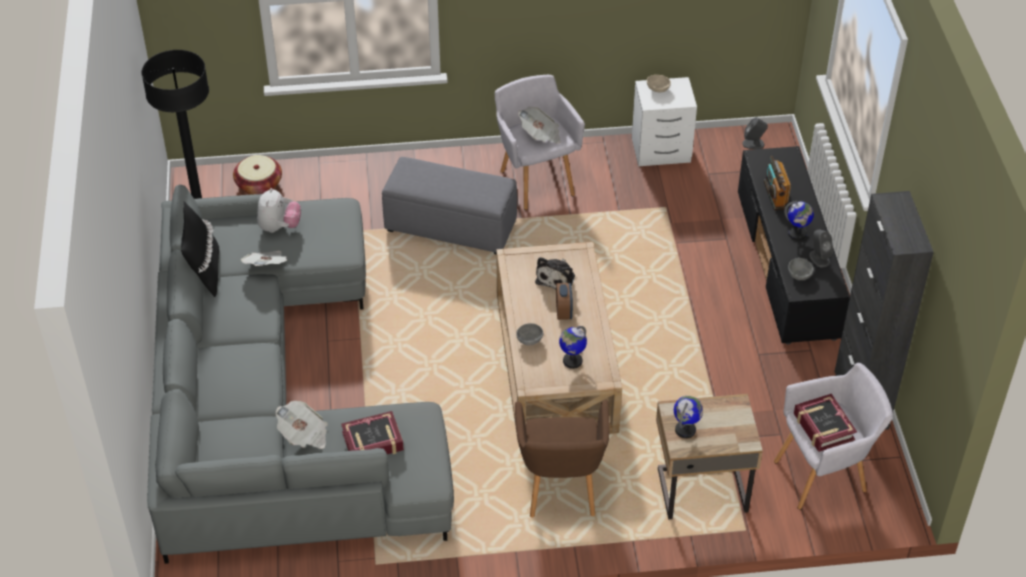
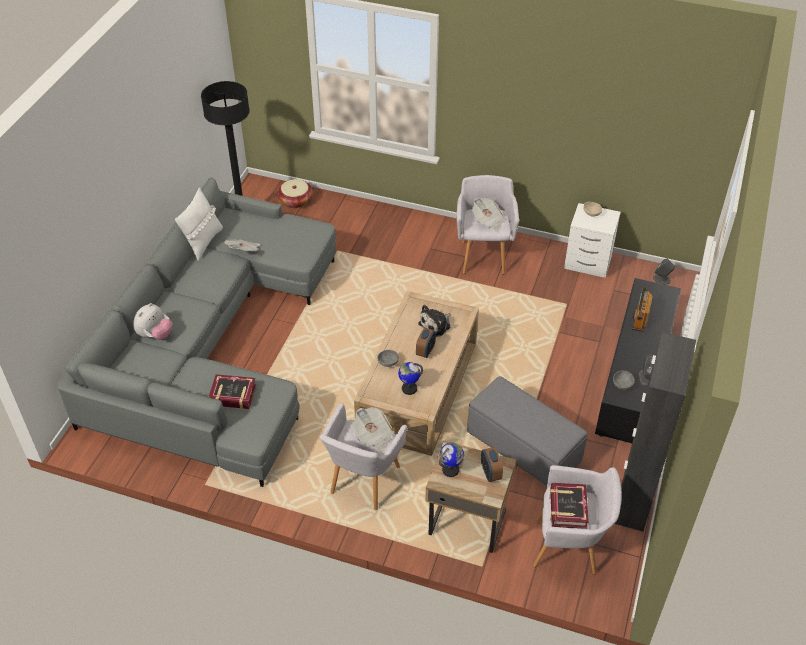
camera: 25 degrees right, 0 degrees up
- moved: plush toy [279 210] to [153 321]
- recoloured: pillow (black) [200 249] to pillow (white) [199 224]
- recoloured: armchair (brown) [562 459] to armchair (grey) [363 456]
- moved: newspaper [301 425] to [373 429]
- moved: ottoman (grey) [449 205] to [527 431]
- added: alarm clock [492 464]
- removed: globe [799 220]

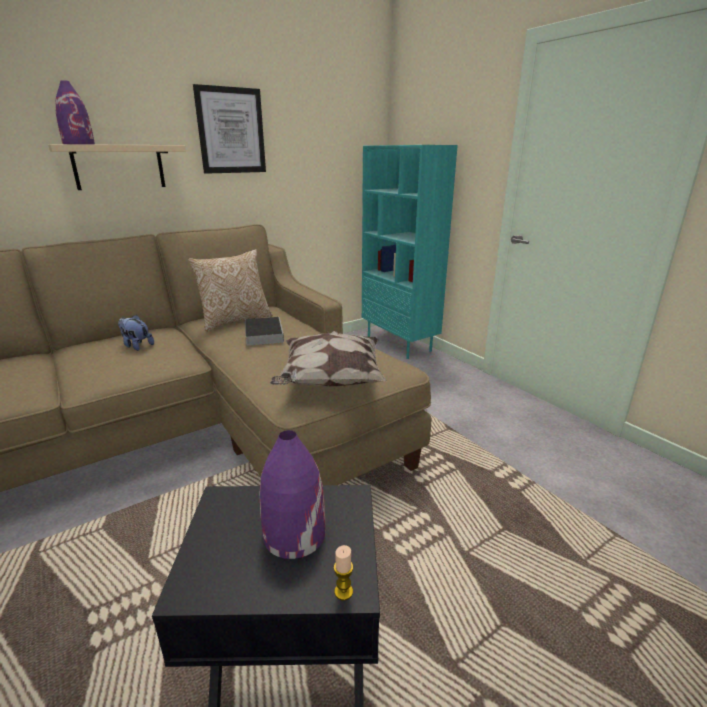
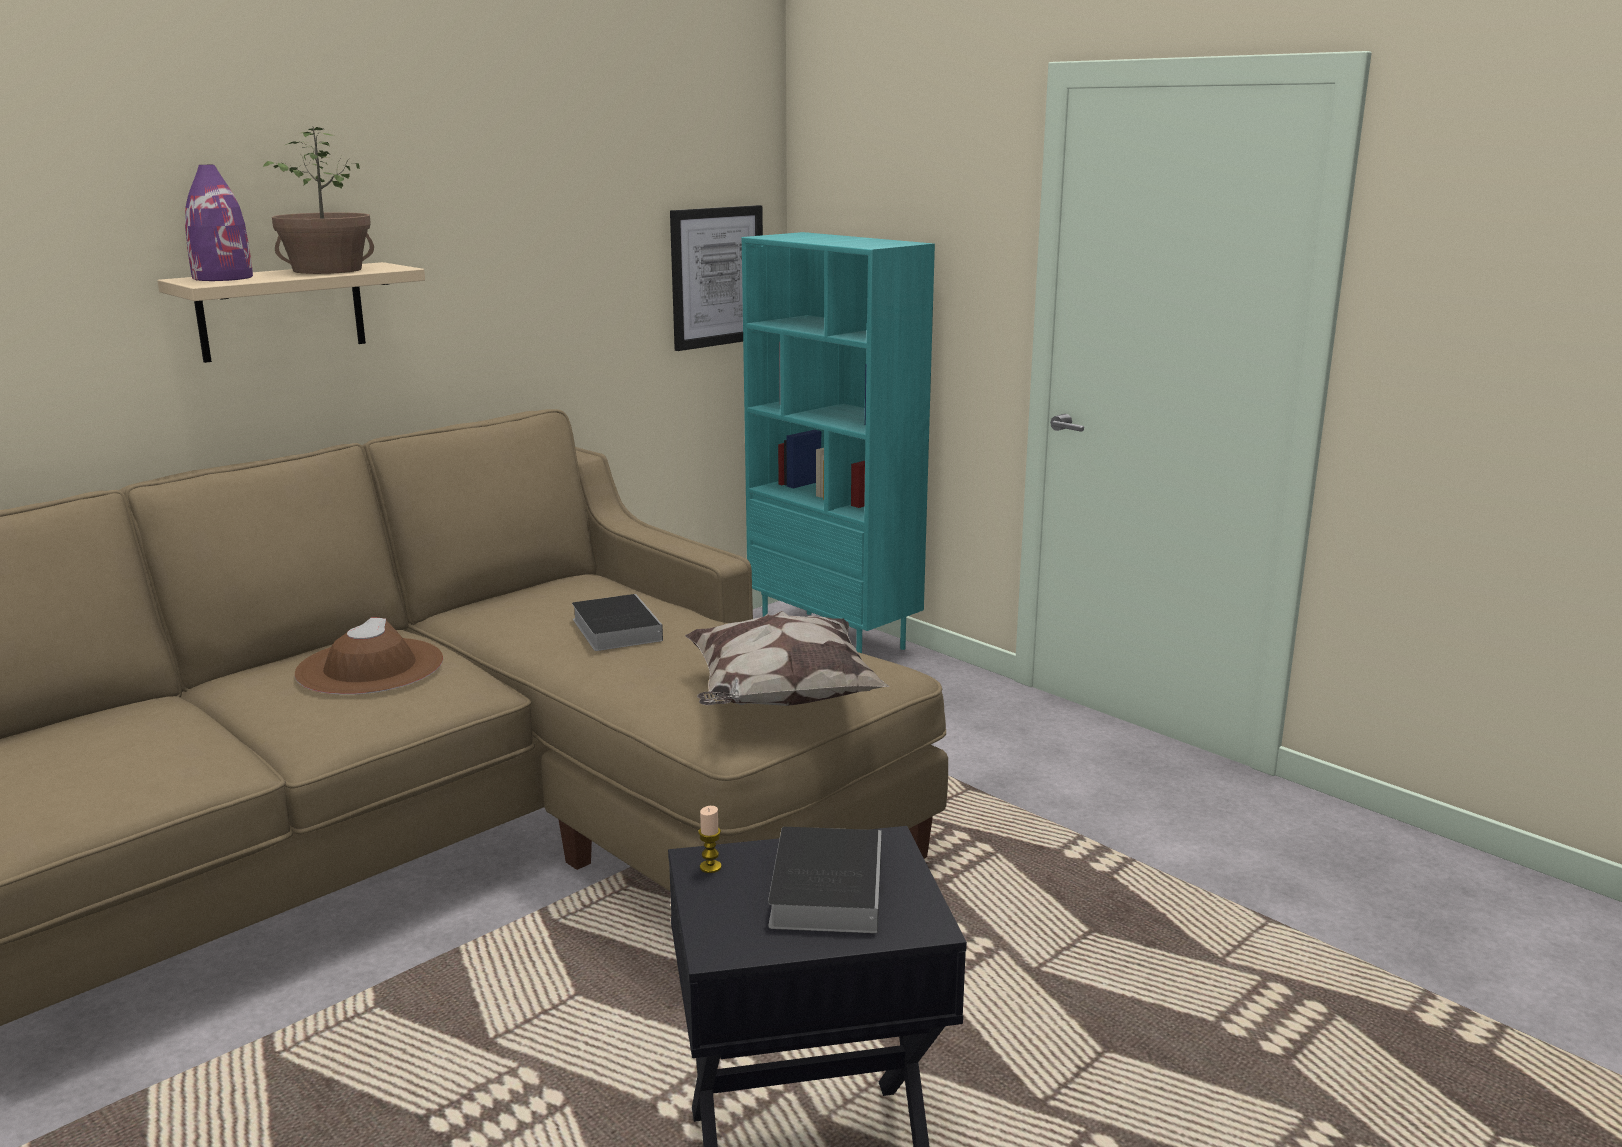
camera: 10 degrees left, 5 degrees down
- added: potted plant [318 200]
- replaced: plush toy [136 333] to hat (brown) [369 656]
- moved: picture [229 129] to [716 278]
- moved: candle [343 572] to [710 839]
- replaced: vase (purple) [292 494] to book [825 880]
- removed: pillow [230 290]

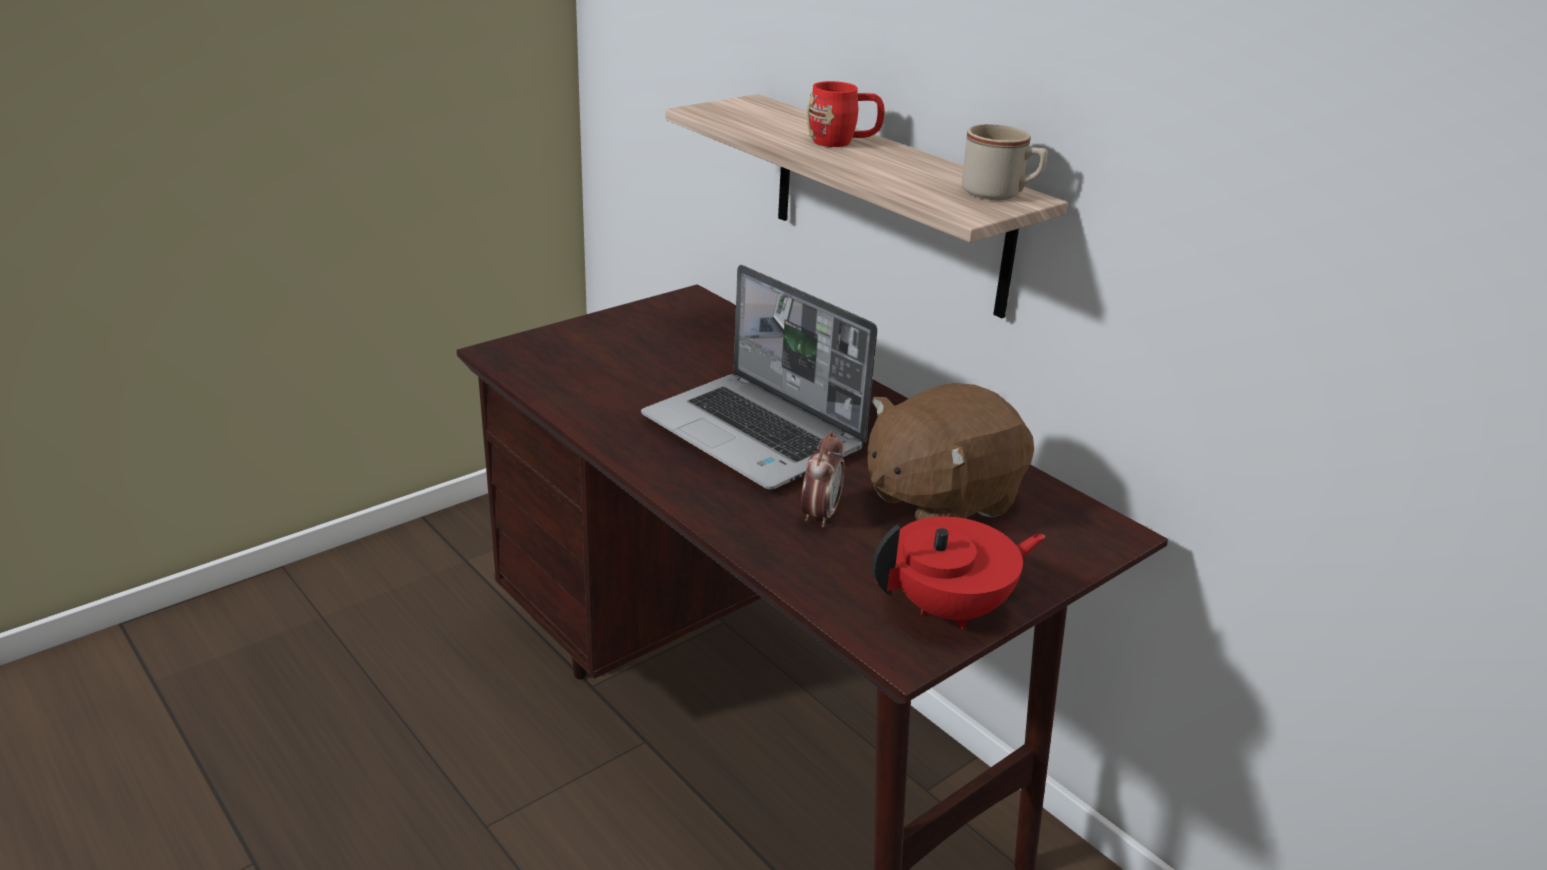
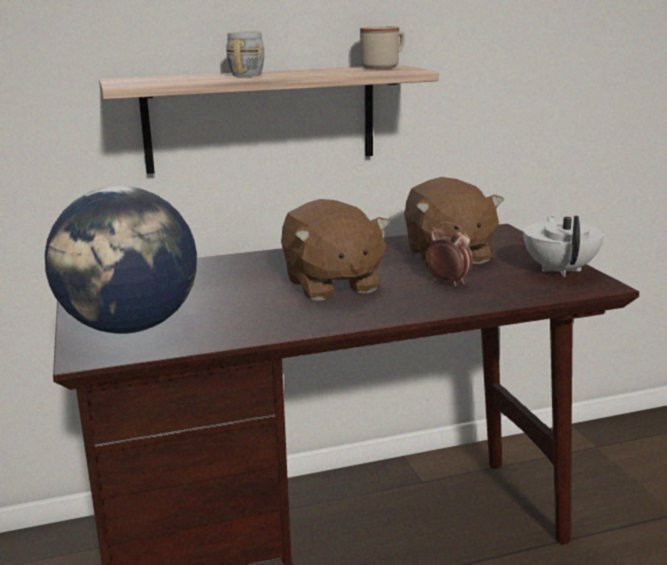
camera: 65 degrees left, 10 degrees down
- added: globe [121 260]
- recoloured: mug (red) [846 114] to mug (grey) [245 54]
- replaced: laptop [759 377] to plush toy (brown) [335 250]
- recoloured: teapot (red) [958 573] to teapot (white) [563 246]

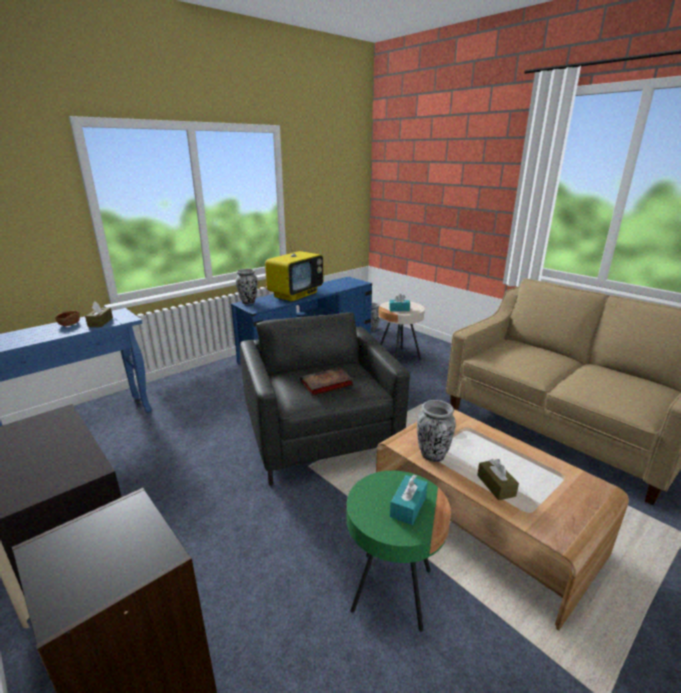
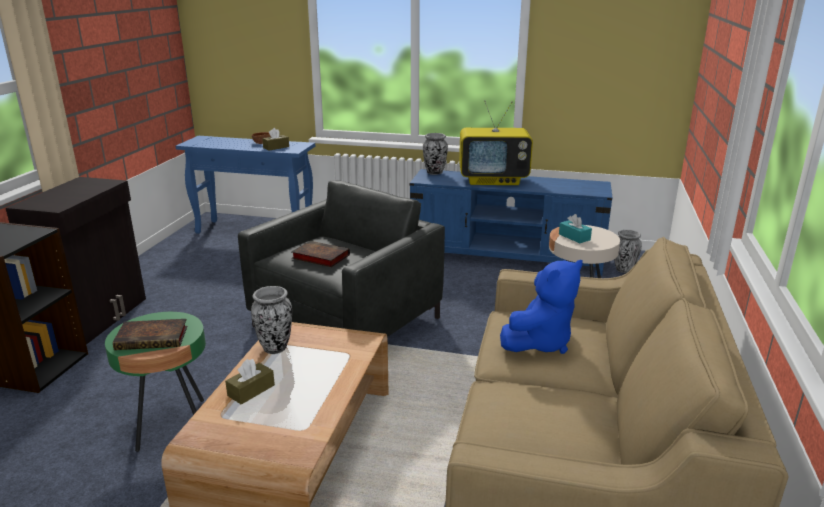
camera: 55 degrees right, 0 degrees up
- replaced: tissue box (turquoise) [409 499] to book [150 334]
- added: plush toy (blue) [541 307]

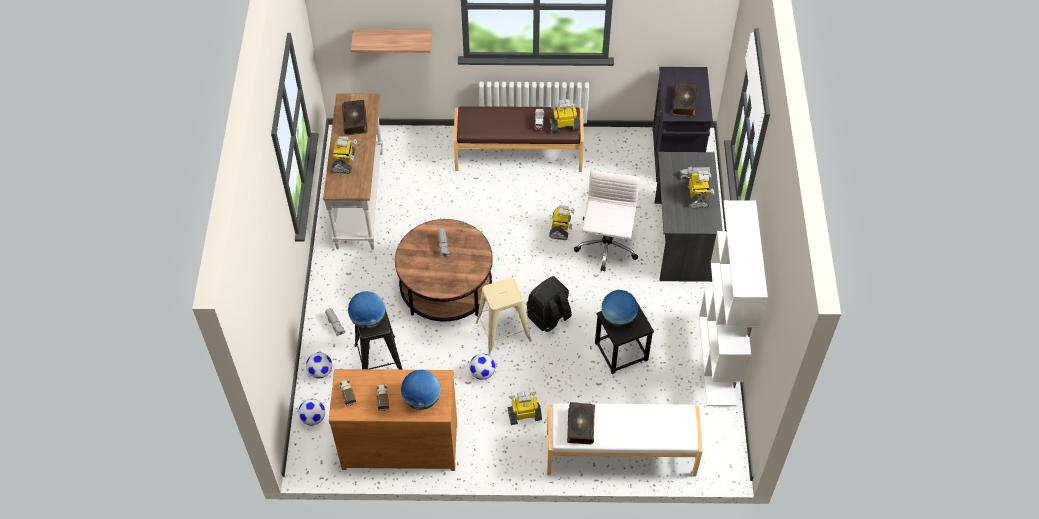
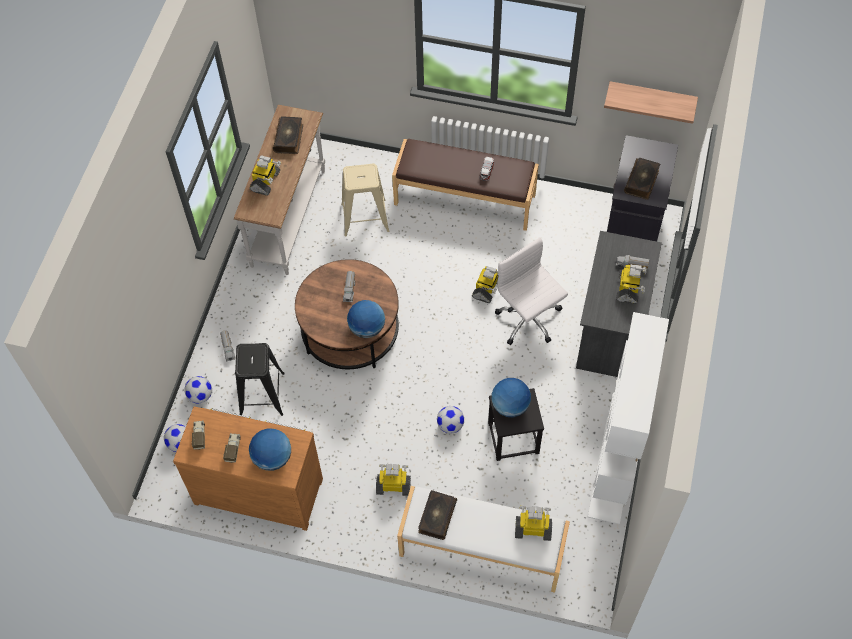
camera: 15 degrees right, 5 degrees up
- moved: stool (beige) [503 316] to [365 200]
- moved: globe [366 309] to [366 319]
- moved: football [482 367] to [450 420]
- turned: office chair (white) [607 221] = [531 291] 60 degrees counterclockwise
- moved: toy robot [564 116] to [533 523]
- moved: shelf [391 41] to [651 102]
- removed: backpack (black) [549 304]

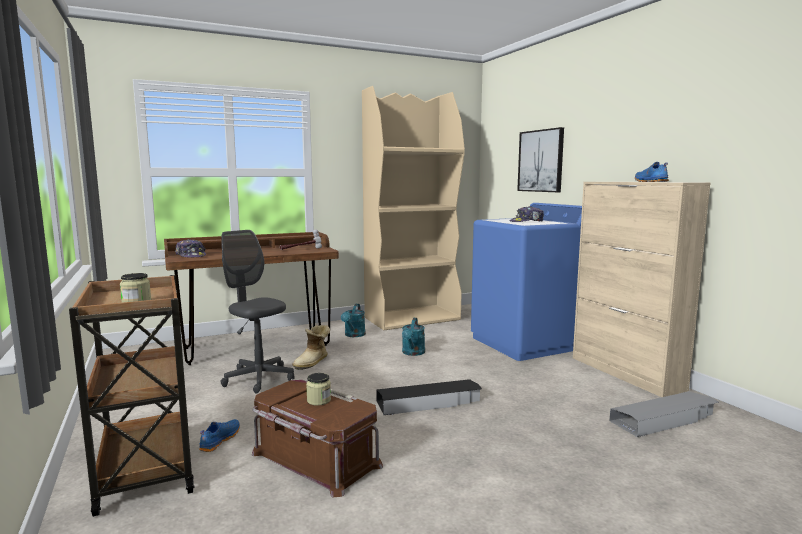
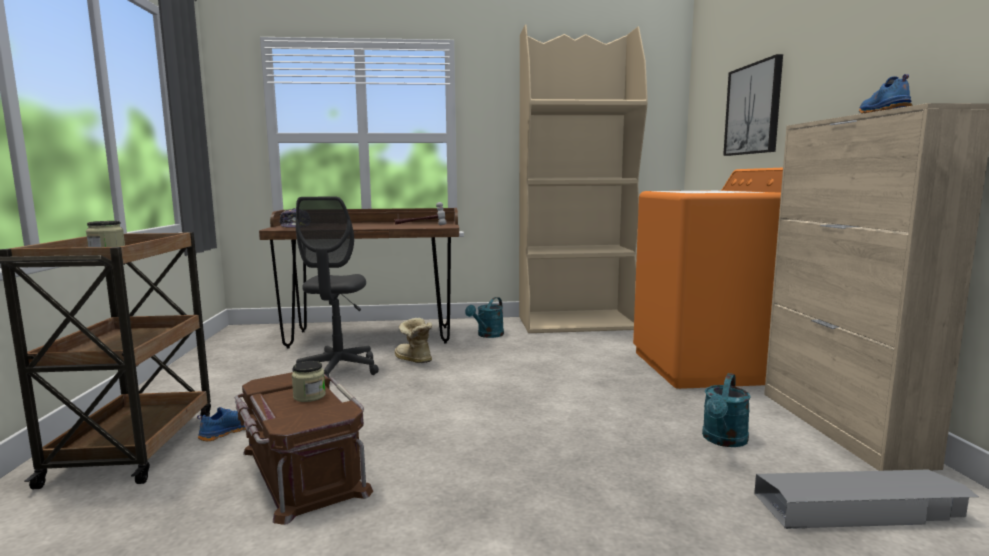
camera: 20 degrees right, 0 degrees up
- turned: office chair (grey) [258 312] = [335 290] 150 degrees counterclockwise
- turned: boot [311 347] = [413 340] 90 degrees clockwise
- recoloured: washing machine (blue) [526 282] to washing machine (orange) [708 278]
- moved: watering can (turquoise) [413 337] to [726 410]
- removed: storage box (black) [429 397]
- removed: cap [527 214]

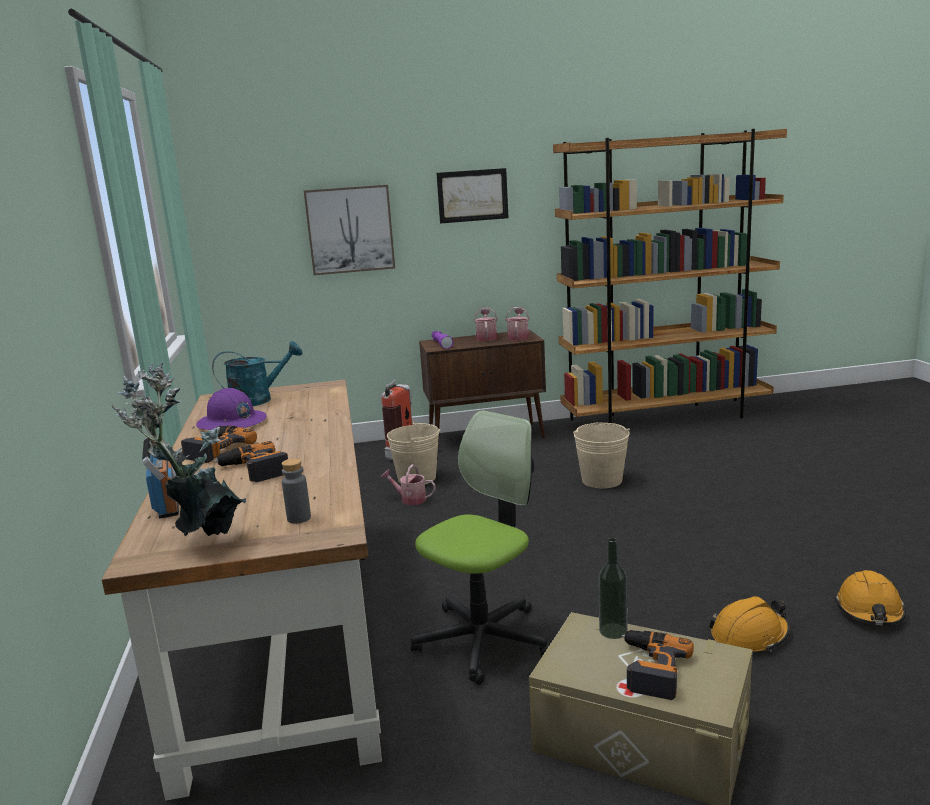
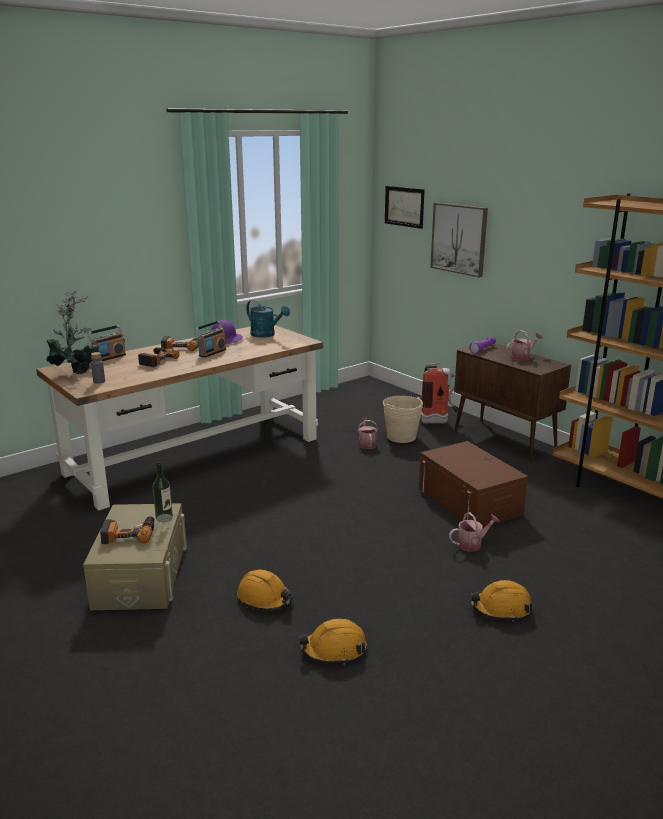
camera: 60 degrees right, 5 degrees up
- added: radio [210 339]
- moved: picture [472 196] to [405 207]
- replaced: bucket (beige) [601 455] to storage box (brown) [473 484]
- moved: watering can [518 324] to [474 532]
- added: hard hat (orange) [501 601]
- removed: office chair [480 547]

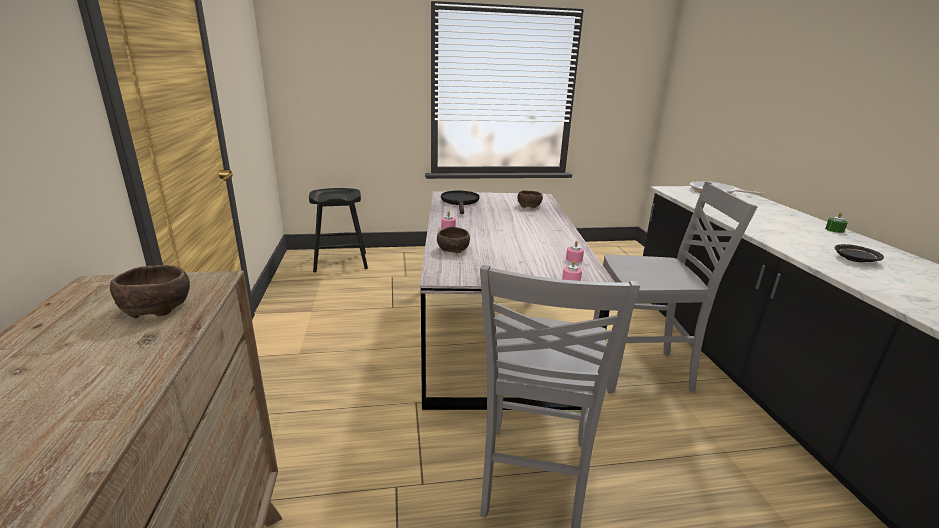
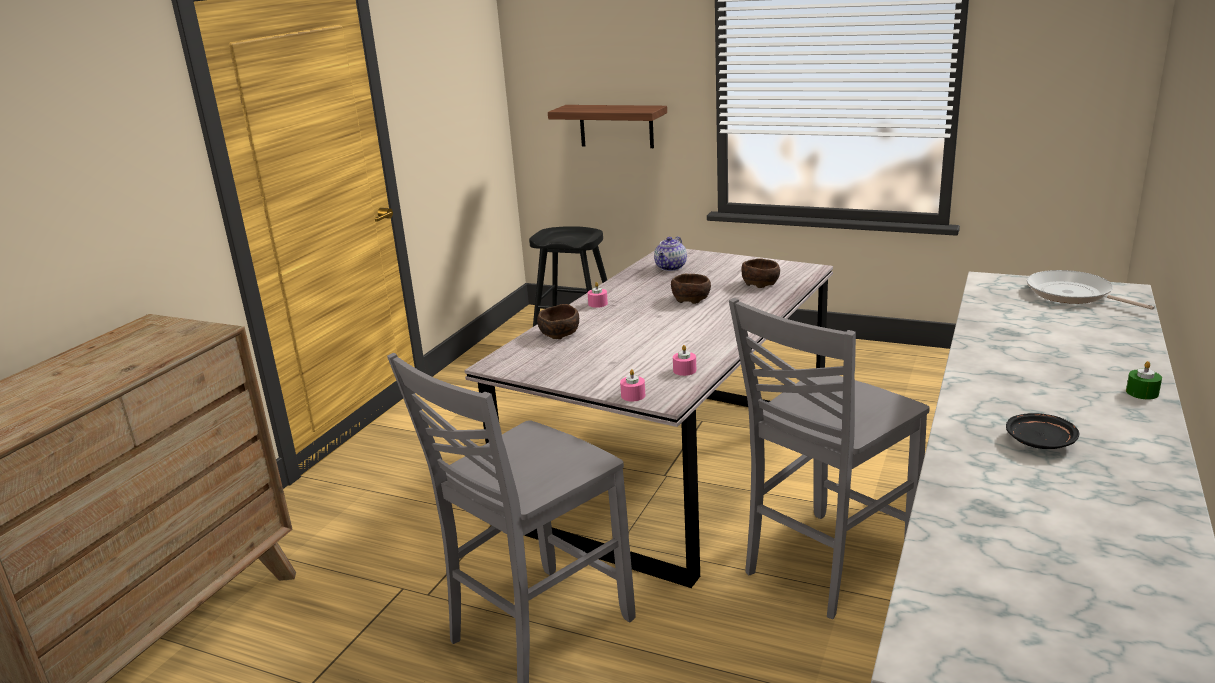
camera: 35 degrees right, 0 degrees up
- added: shelf [607 126]
- replaced: frying pan (black) [460 202] to teapot [670 253]
- moved: bowl (brown) [150 291] to [691 289]
- turned: chair (grey) [675 287] = [829 458] 105 degrees clockwise

